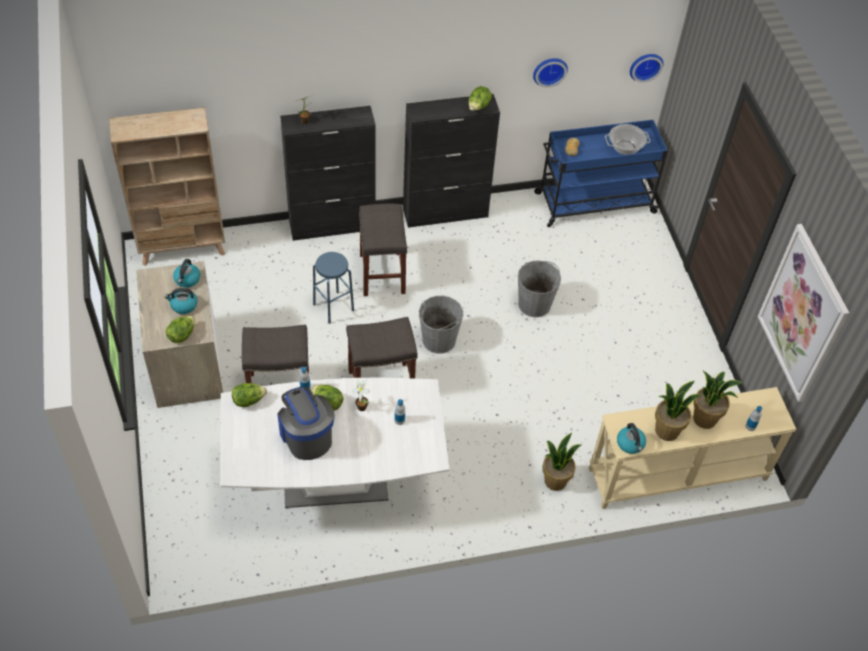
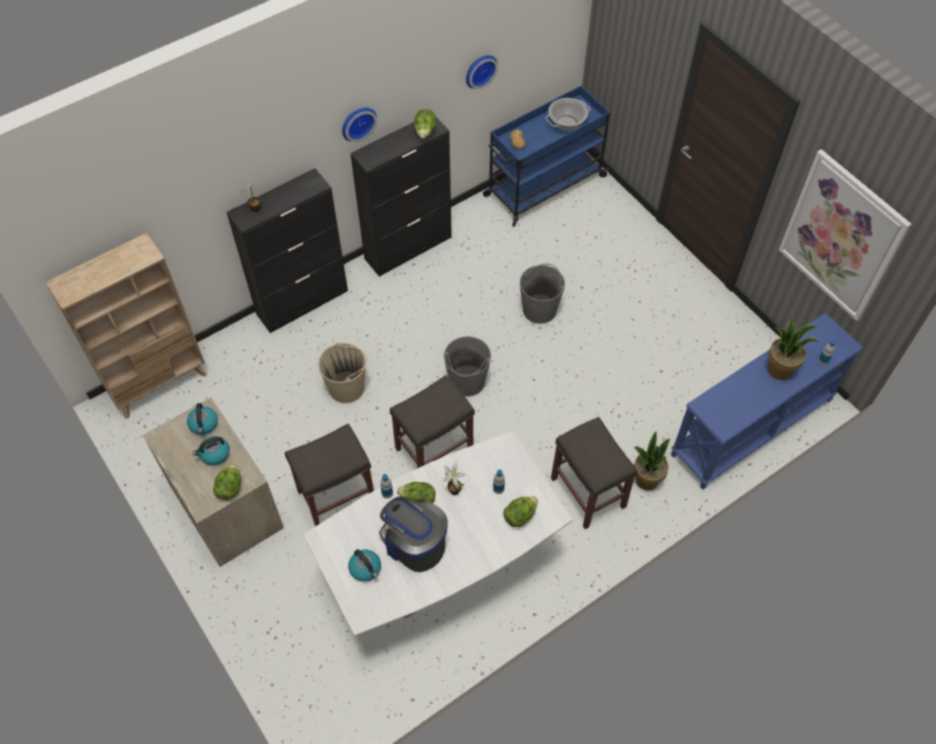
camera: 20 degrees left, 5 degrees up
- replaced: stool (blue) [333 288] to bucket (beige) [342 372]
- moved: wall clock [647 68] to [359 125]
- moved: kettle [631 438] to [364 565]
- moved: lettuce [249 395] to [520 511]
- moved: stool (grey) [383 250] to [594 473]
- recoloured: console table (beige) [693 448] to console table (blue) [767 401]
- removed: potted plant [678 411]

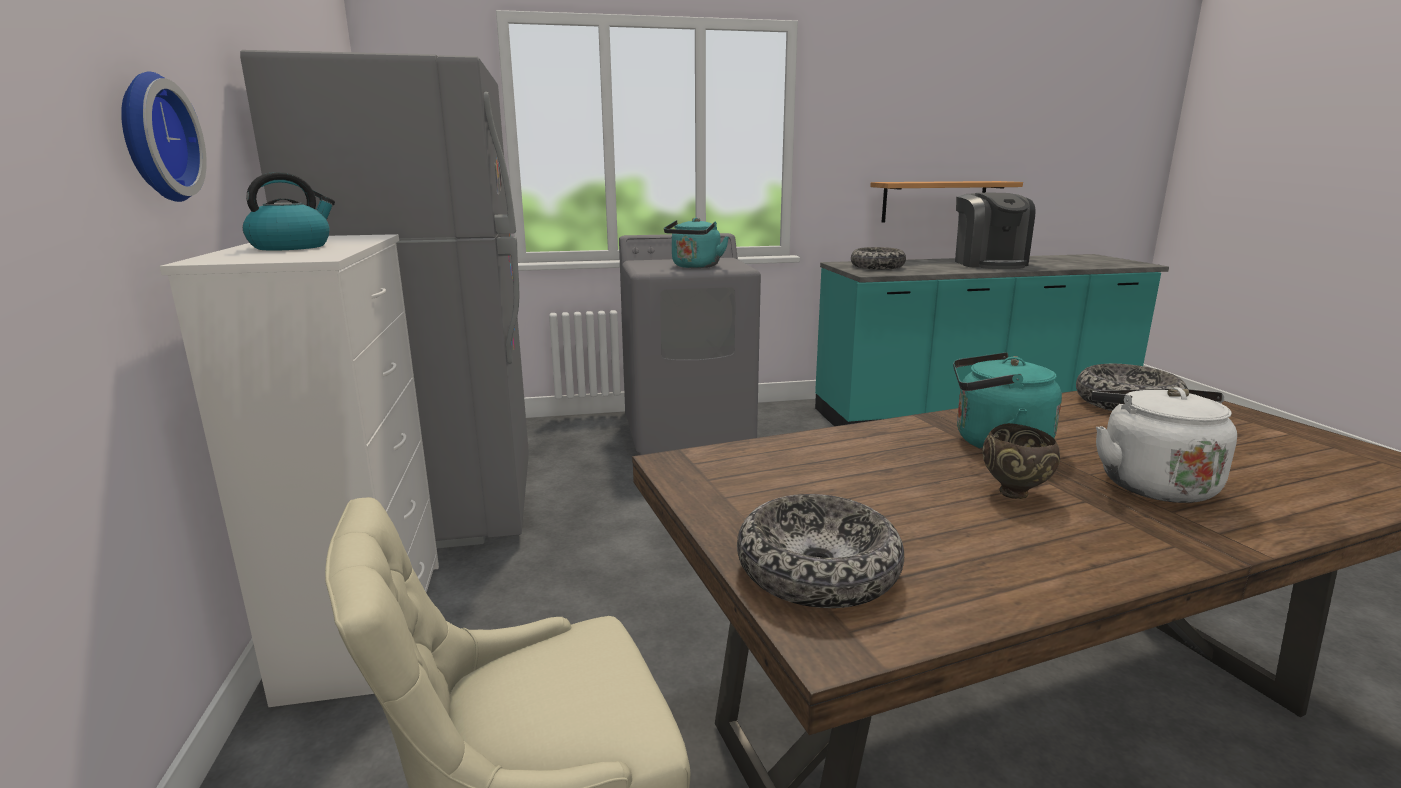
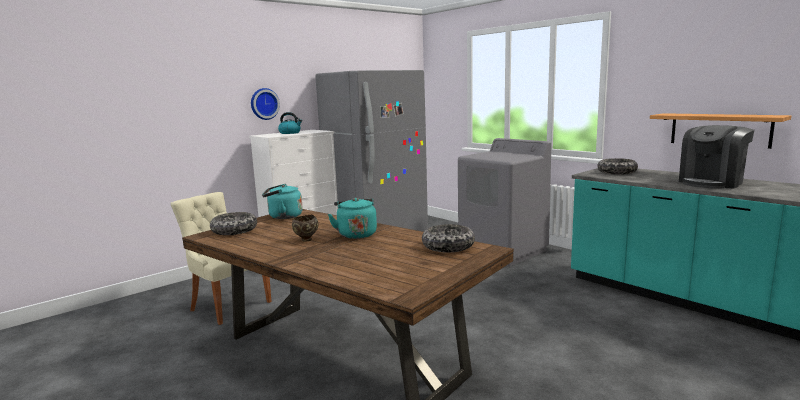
camera: 60 degrees right, 5 degrees down
- moved: kettle (turquoise) [696 243] to [282 201]
- removed: kettle (white) [1164 445]

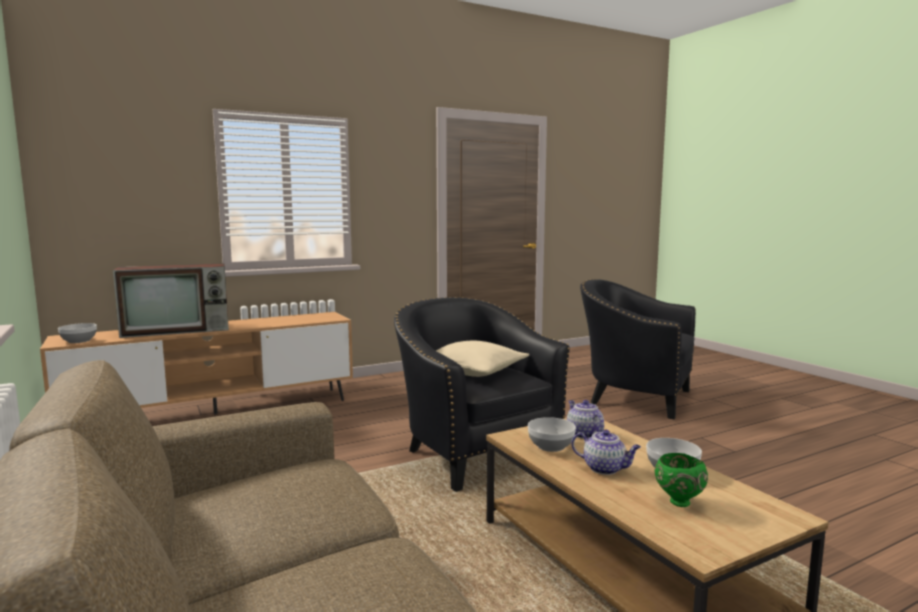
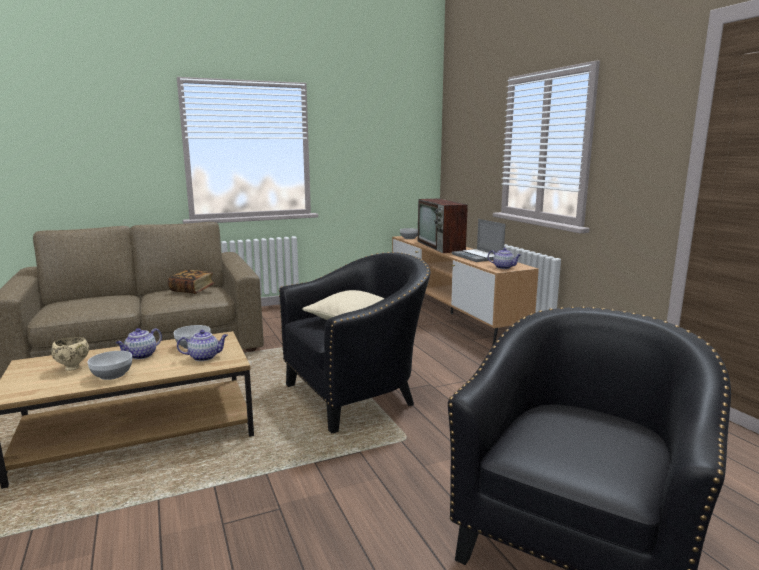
camera: 95 degrees right, 5 degrees up
- recoloured: bowl (green) [681 480] to bowl (beige) [70 354]
- added: book [191 282]
- added: laptop [478 240]
- added: teapot [504 258]

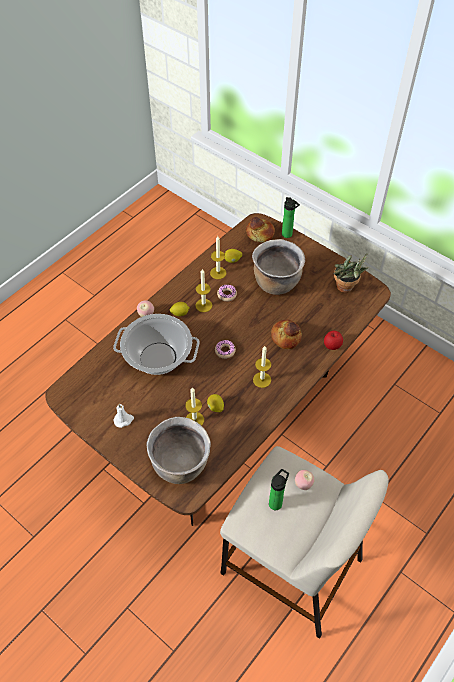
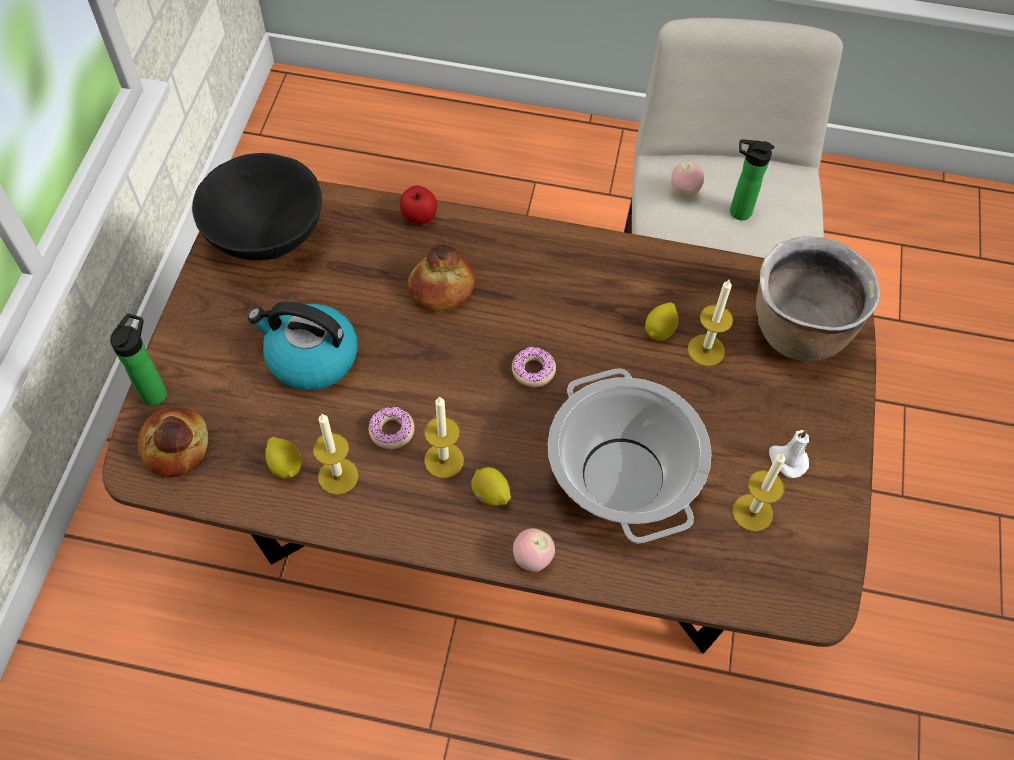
camera: 120 degrees left, 5 degrees up
- replaced: potted plant [351 273] to bowl (black) [257 206]
- replaced: cooking pot (brown) [278 267] to kettle [302 346]
- moved: candle [262 367] to [758 492]

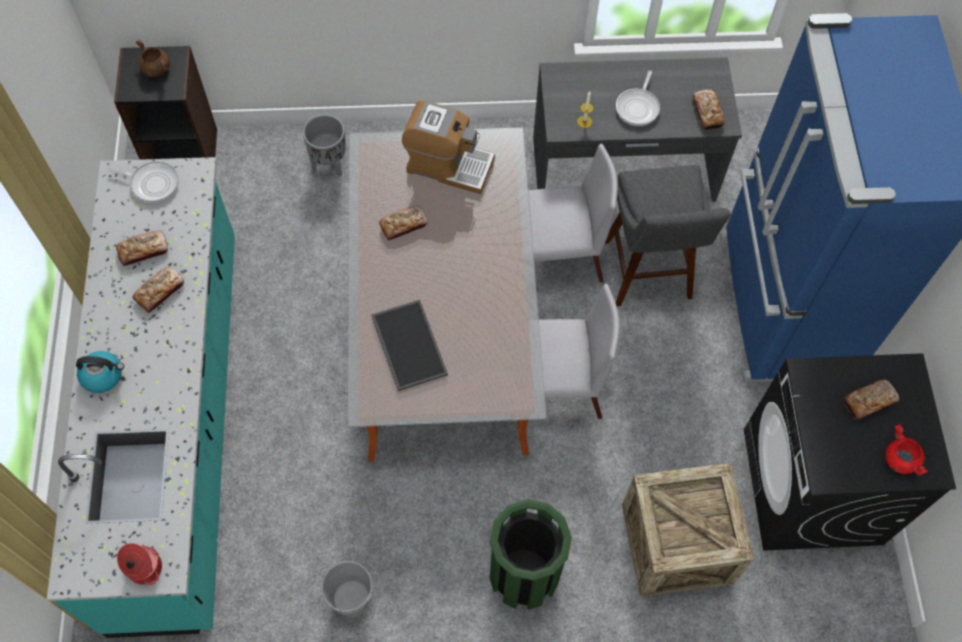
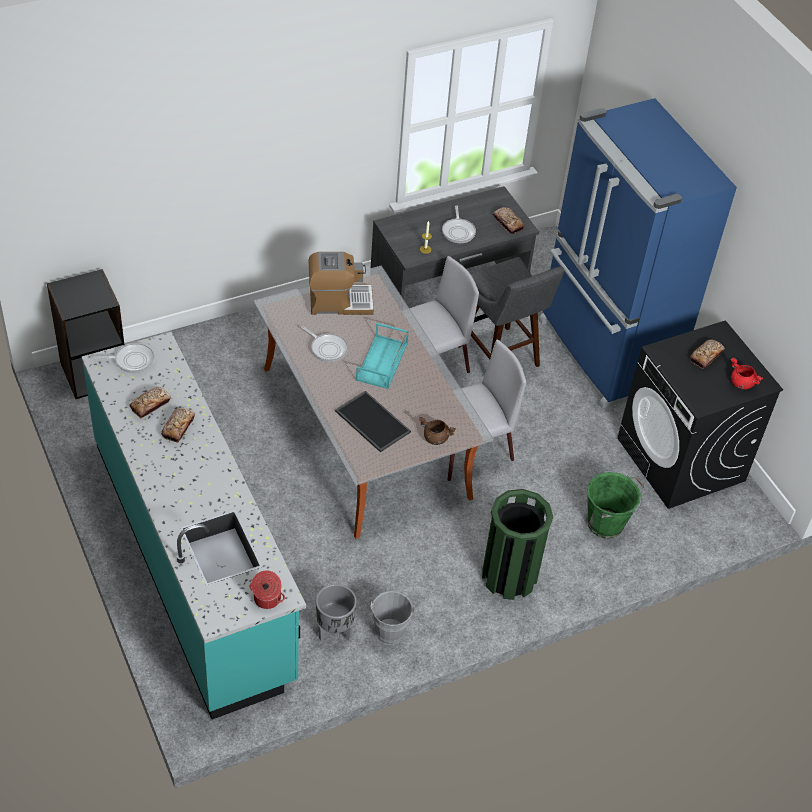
camera: 25 degrees left, 15 degrees down
- replaced: bread [403 223] to frying pan [324 344]
- moved: planter (grey) [324 146] to [336 612]
- added: tray (turquoise) [382 356]
- moved: cooking pot (brown) [153 58] to [437 431]
- replaced: crate [688 530] to bucket (green) [615 504]
- removed: kettle [100 372]

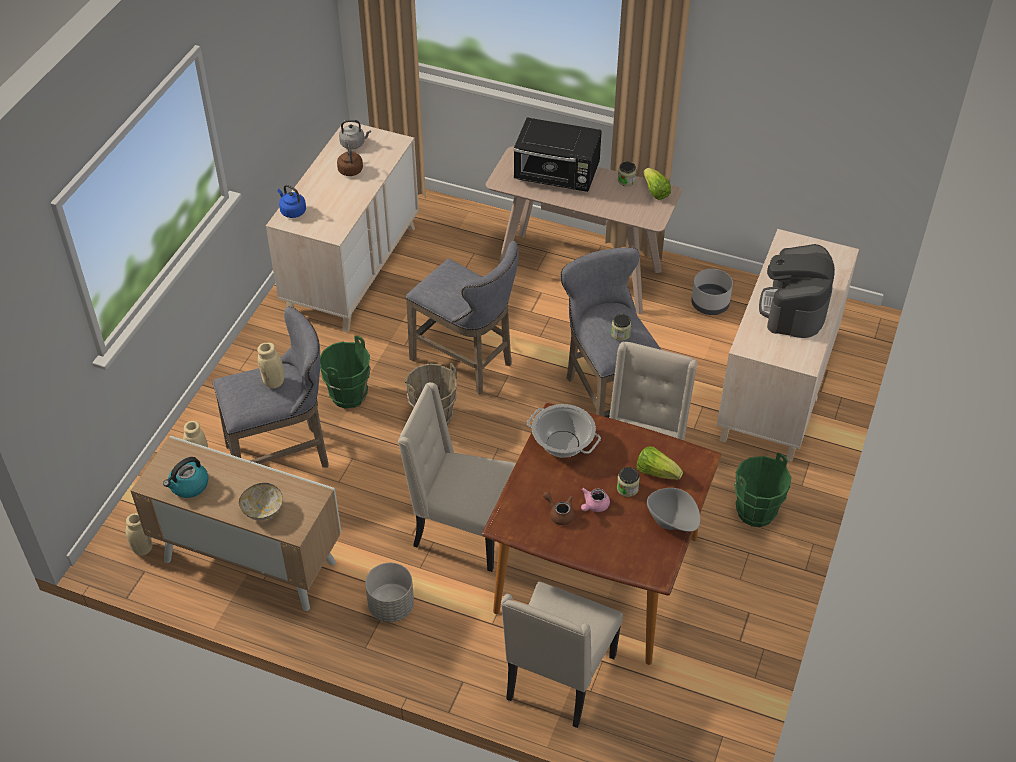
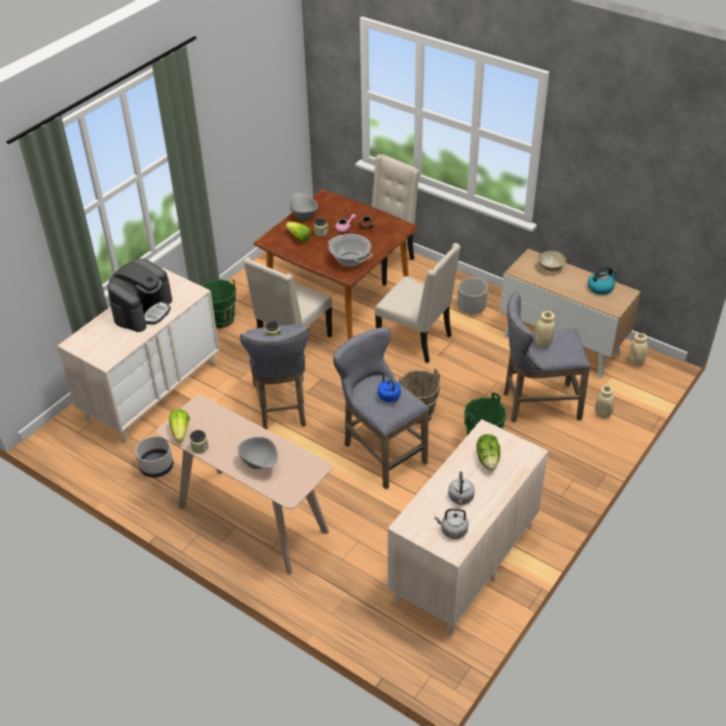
camera: 165 degrees left, 5 degrees down
- replaced: microwave (black) [557 155] to bowl (grey) [258 453]
- moved: kettle (blue) [292 201] to [389 388]
- recoloured: kettle (brown) [350 159] to kettle (grey) [461 488]
- added: lettuce [488 452]

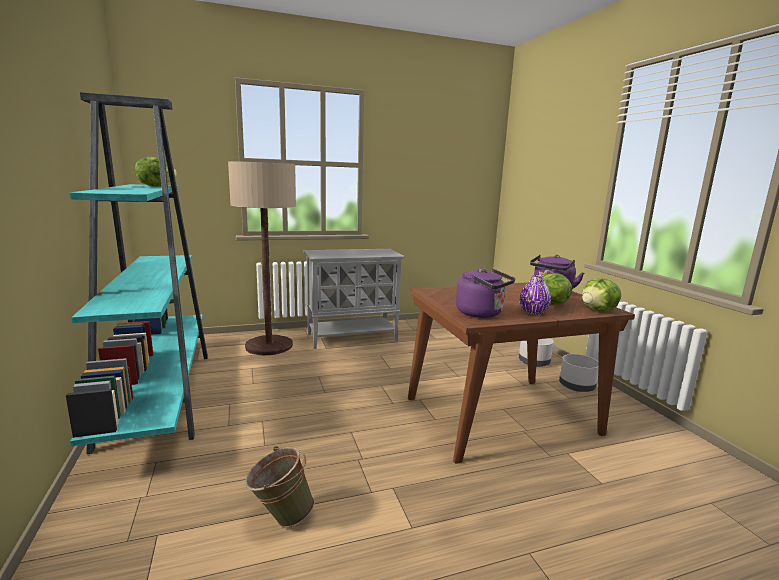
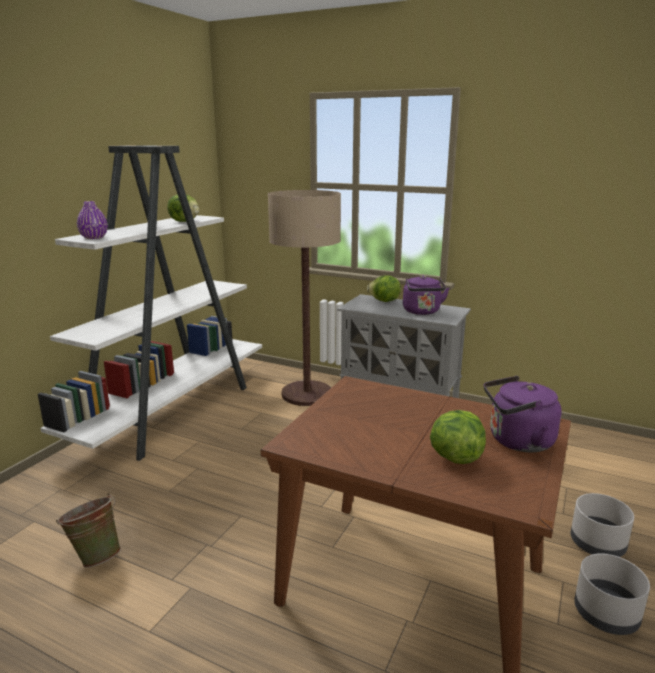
camera: 45 degrees right, 5 degrees up
- recoloured: bookcase (turquoise) [137 273] to bookcase (white) [150 303]
- moved: vase (purple) [535 294] to [92 220]
- moved: lettuce [601 294] to [384 288]
- moved: kettle (purple) [485 293] to [426 295]

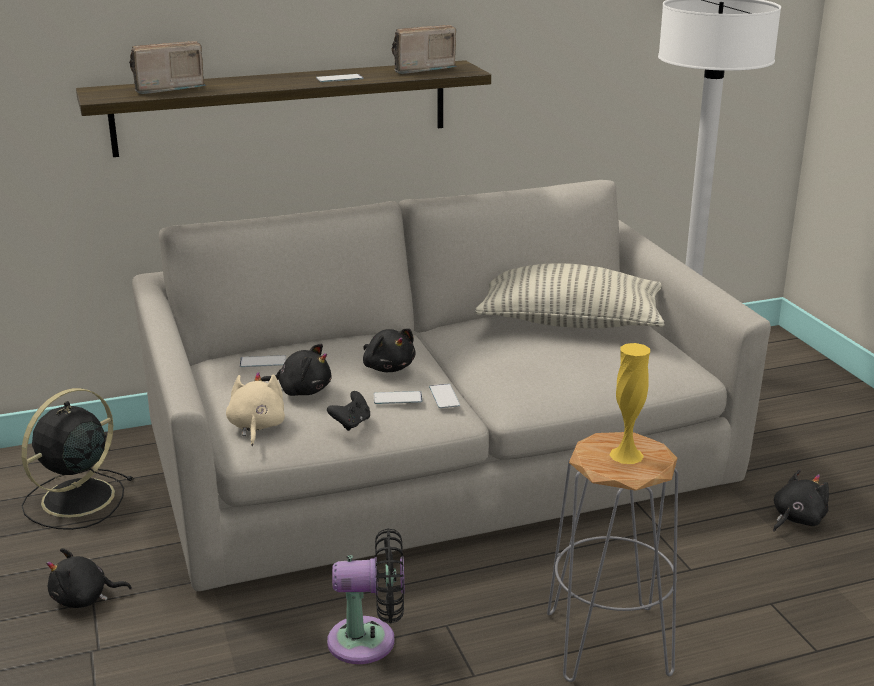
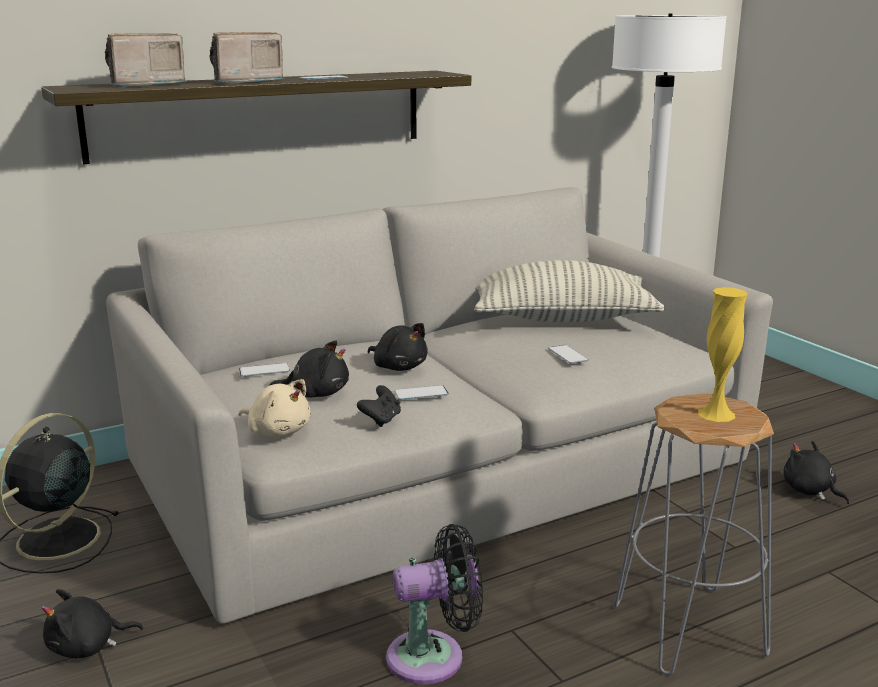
camera: 10 degrees left, 5 degrees down
- moved: radio [424 49] to [247 58]
- turned: plush toy (beige) [255 409] = [275 408] 135 degrees clockwise
- moved: phone [444 396] to [568 354]
- turned: plush toy (black) [801 500] = [817 472] 75 degrees counterclockwise

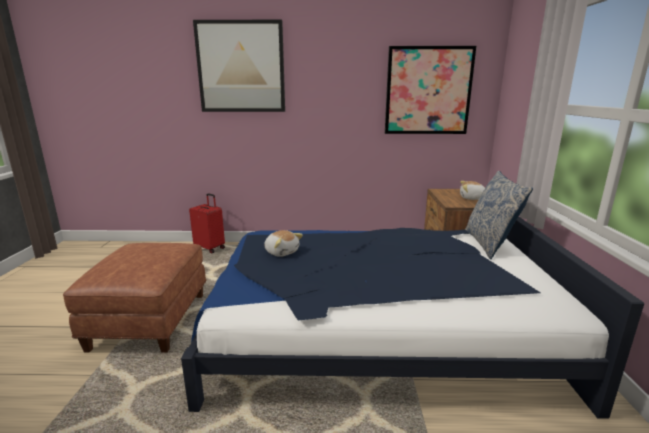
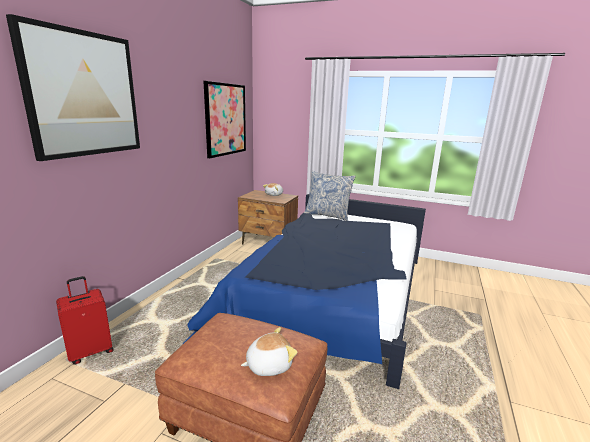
camera: 70 degrees left, 0 degrees up
- moved: plush toy [283 243] to [269 351]

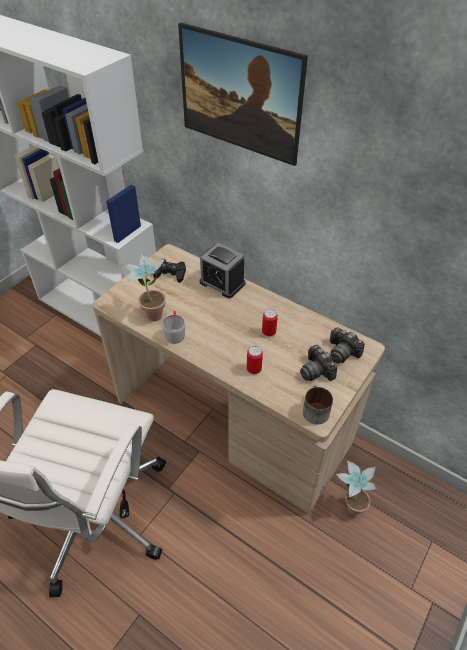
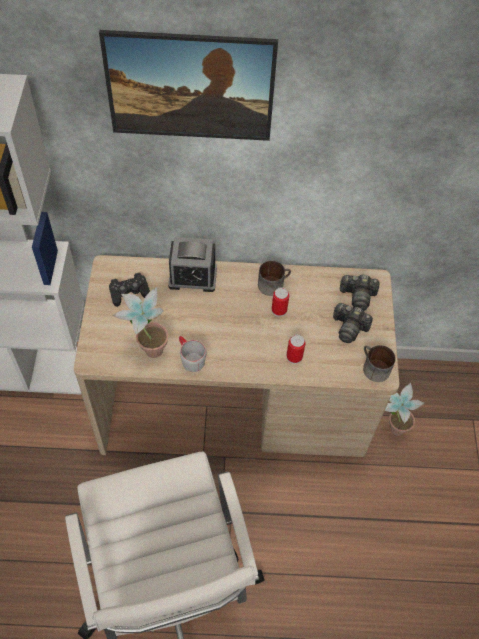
camera: 35 degrees left, 10 degrees up
- added: mug [274 278]

